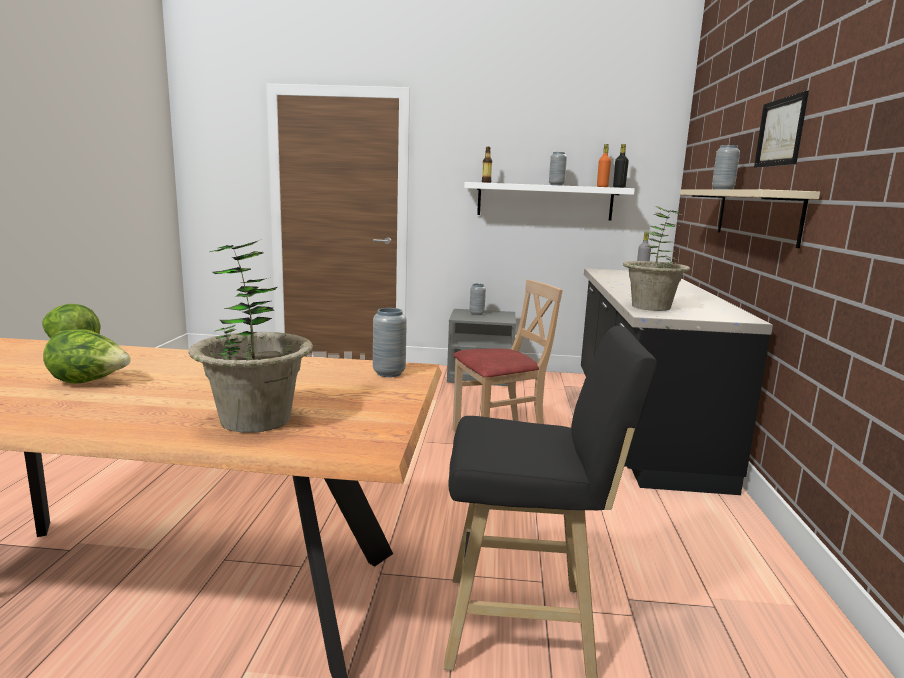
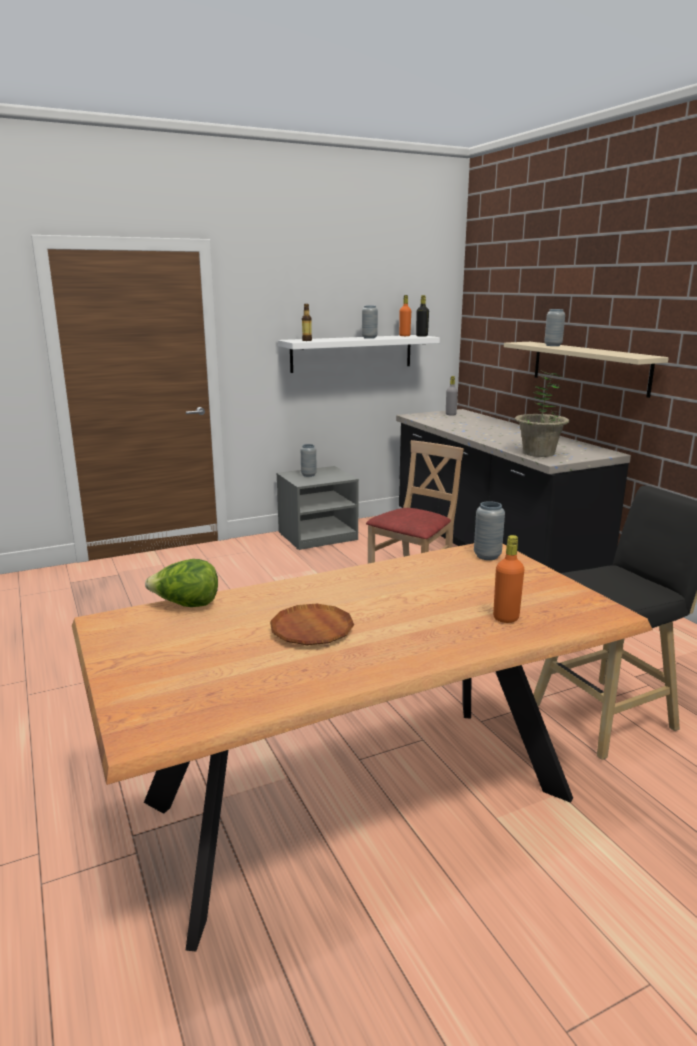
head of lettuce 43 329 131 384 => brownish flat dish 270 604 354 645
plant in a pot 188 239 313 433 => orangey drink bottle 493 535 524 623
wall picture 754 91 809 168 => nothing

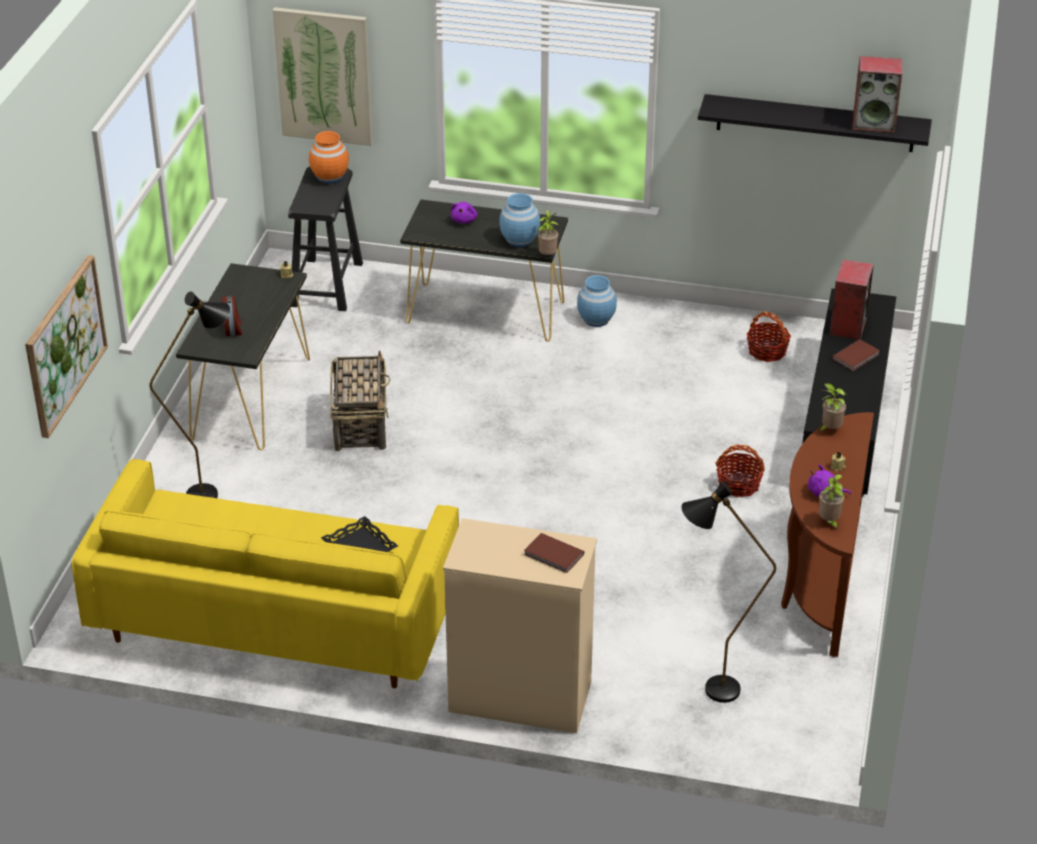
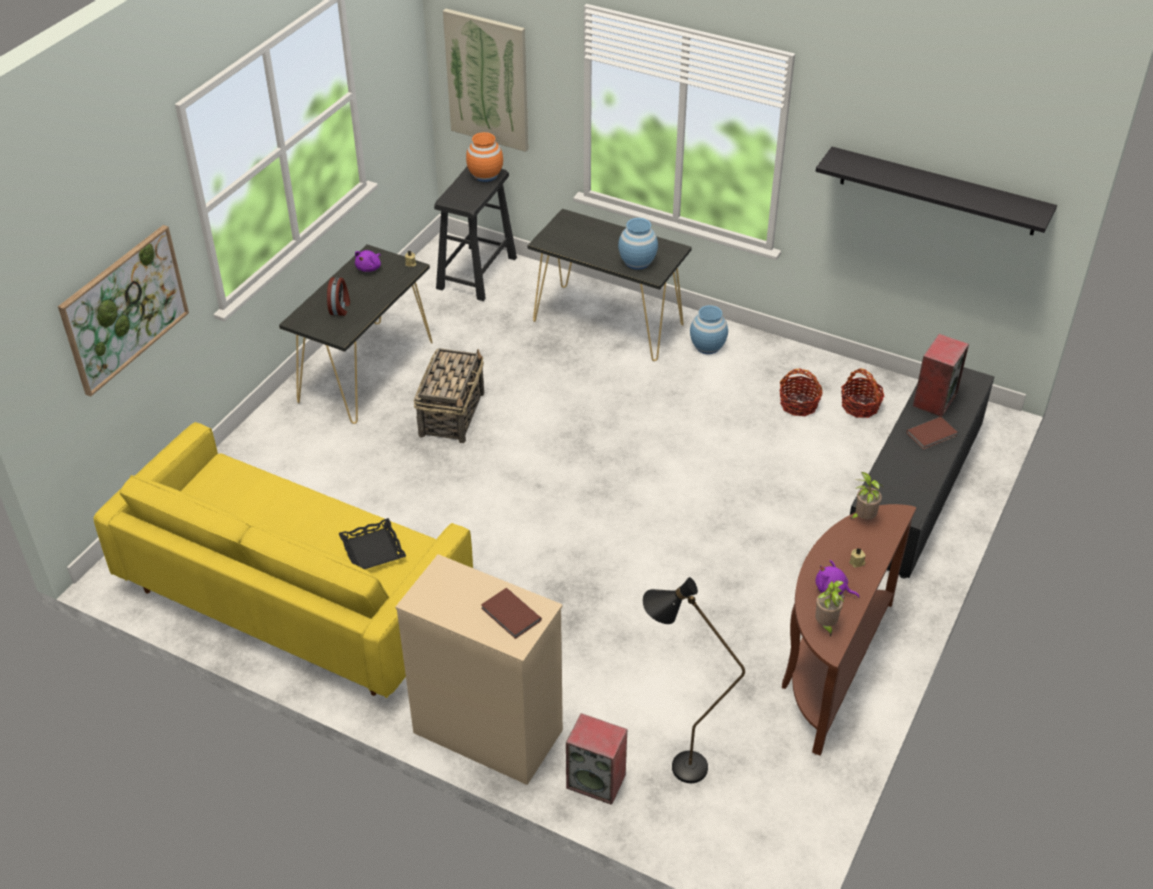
purplish cuddly toy 451 202 477 224 => purplish cuddly toy 355 250 381 272, move
loudspeaker 853 56 902 133 => loudspeaker 566 713 627 805, move
basket 716 445 765 497 => basket 779 368 822 416, move
black-coloured floor lamp 149 291 230 498 => nothing
plant in a pot 538 210 559 255 => nothing

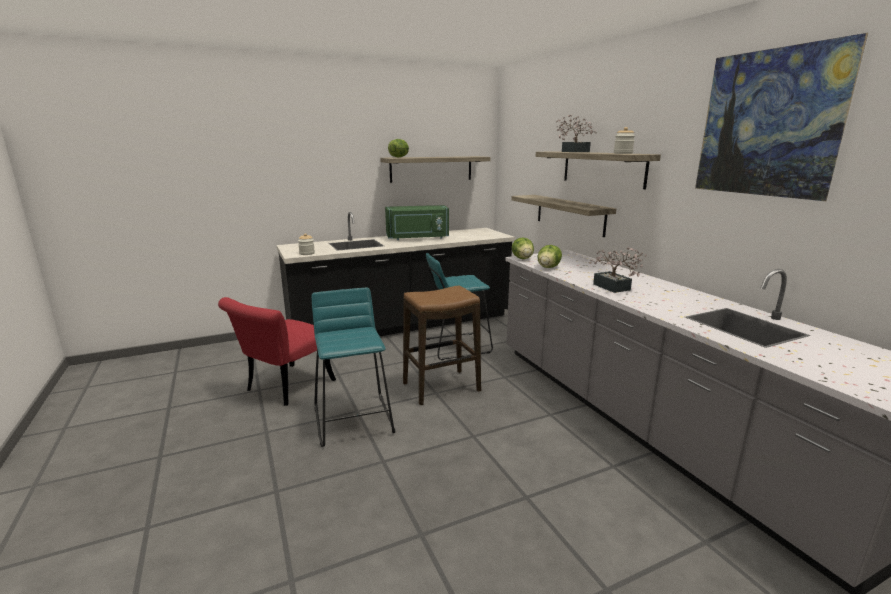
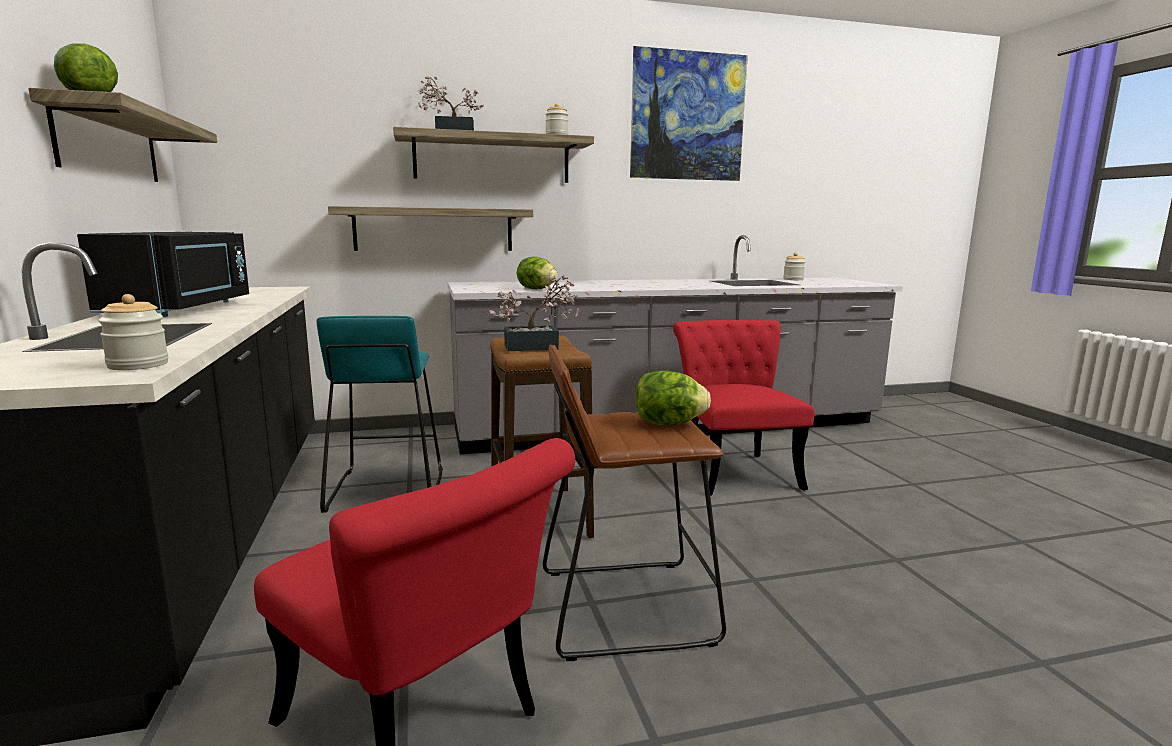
greenish microwave 385 205 449 240 => black-coloured microwave 77 232 249 317
plant in a pot 589 247 647 293 => plant in a pot 489 275 580 351, move
turquoise-coloured stool 312 288 395 447 => brownish stool 543 344 726 661
head of lettuce 512 237 534 259 => head of lettuce 636 371 711 425, move
nothing => red plain chair 673 320 814 495
nothing => jar 783 252 805 280

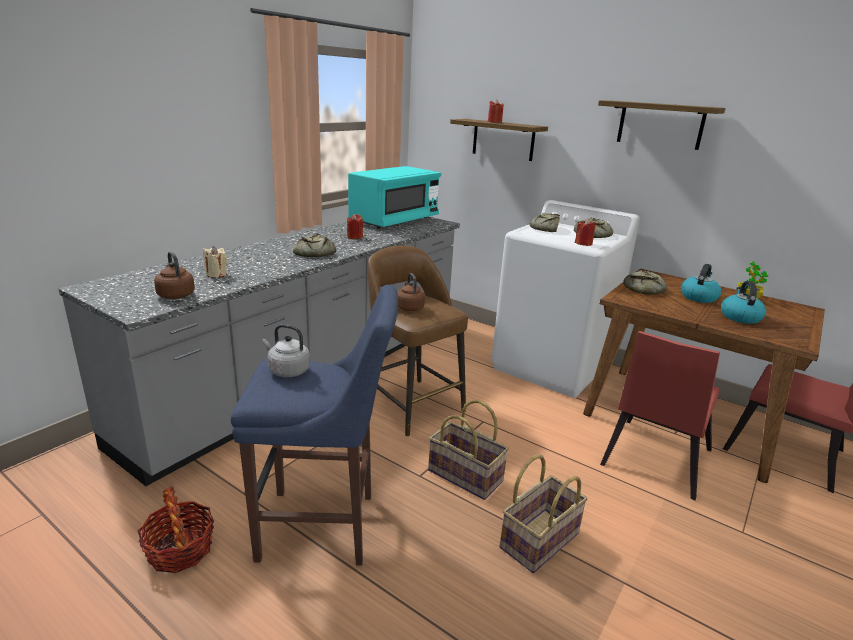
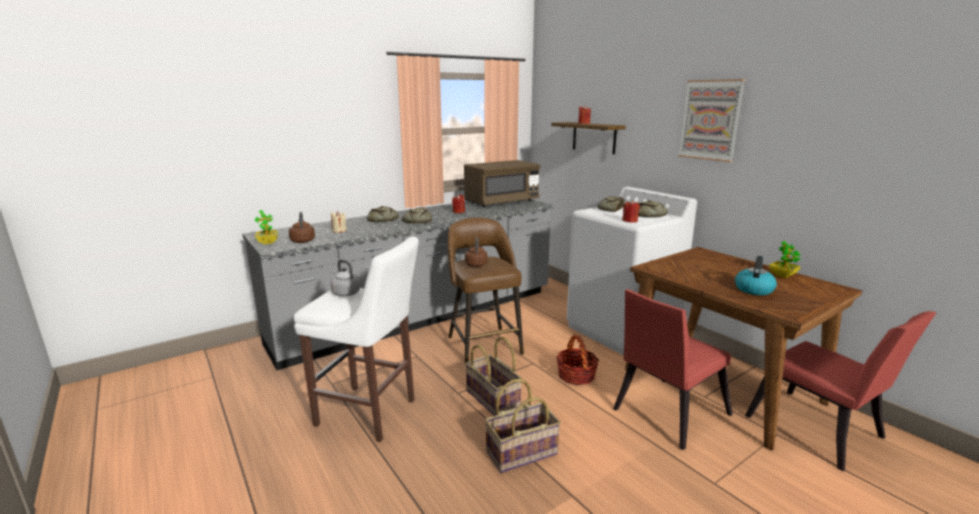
nothing => plant in a pot 255 210 278 244
blue stool 231 285 398 566 => white stool 294 236 419 442
bread 623 270 667 294 => bread 367 206 399 222, move
turquoise-coloured microwave 348 166 441 229 => brownish microwave 464 160 541 207
basket 138 486 214 573 => basket 556 335 599 385, move
shelf 598 100 726 150 => wall picture 678 79 745 162
kettle 681 264 721 303 => nothing

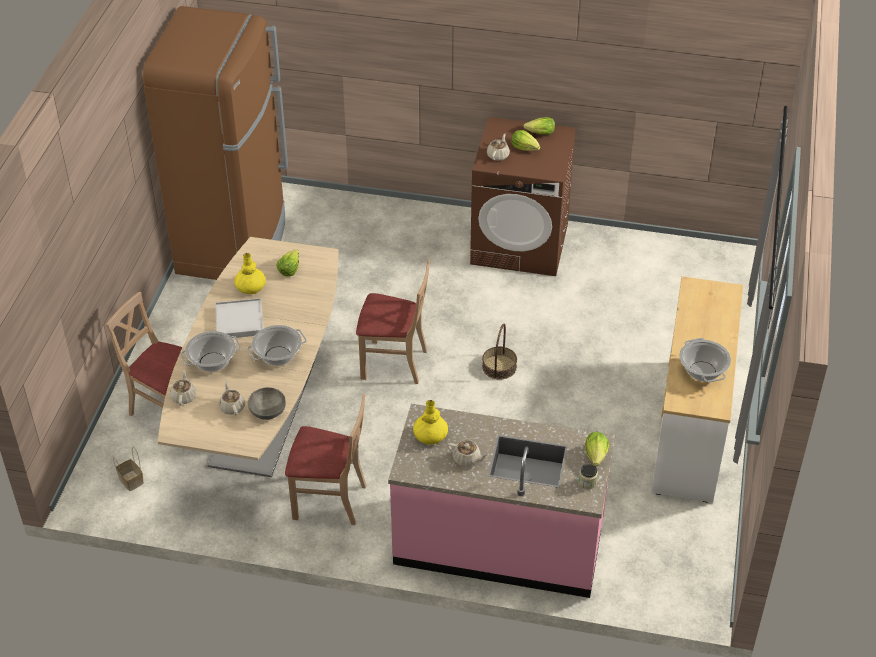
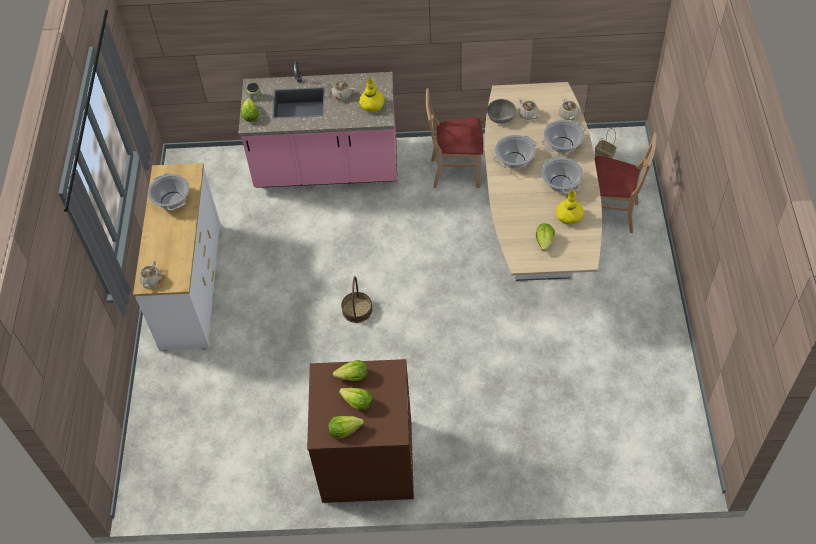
beige-coloured tea pot 487 133 510 161 => beige-coloured tea pot 139 260 162 289, move
nothing => head of lettuce 333 360 367 381
white carrying tray 215 298 264 338 => stockpot 541 156 583 194
brownish kitchen fridge 143 6 288 280 => nothing
beige-coloured plain chair 356 259 430 384 => nothing

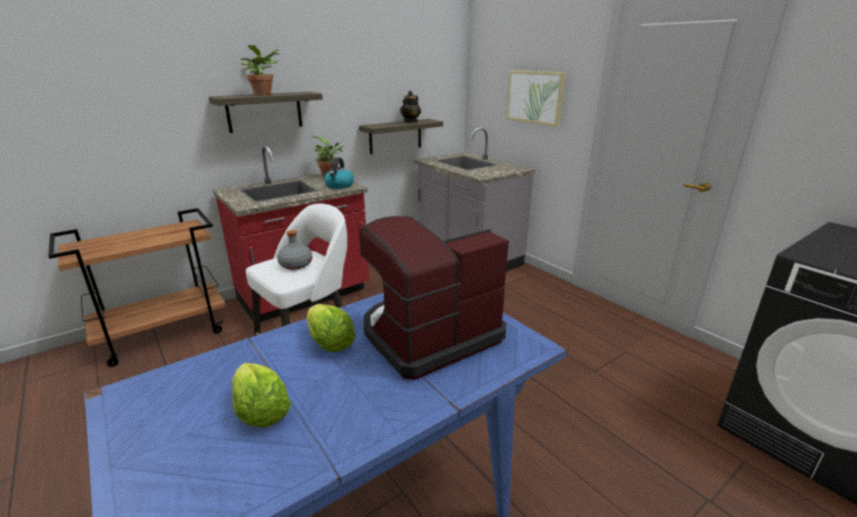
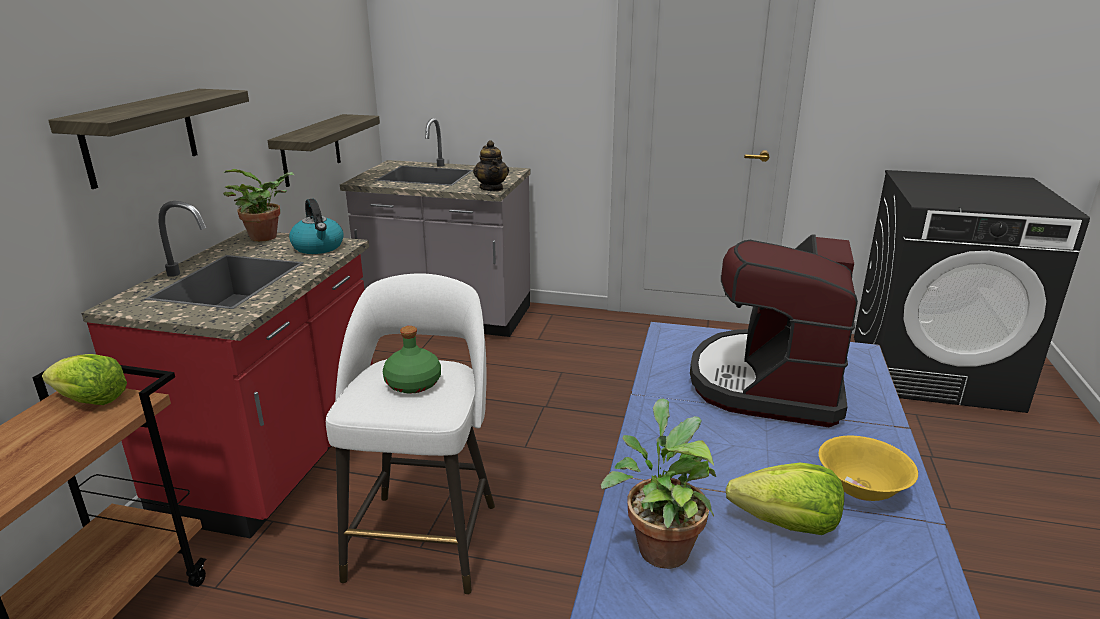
head of lettuce 307 304 356 352 => head of lettuce 42 354 127 405, move
greyish drink bottle 277 230 312 270 => greenish drink bottle 383 326 441 393
tea pot 400 90 421 123 => tea pot 473 140 509 191, move
plant in a pot 240 45 280 96 => plant in a pot 601 398 716 569, move
nothing => yellow bowl 819 436 918 501
wall picture 506 70 566 127 => nothing

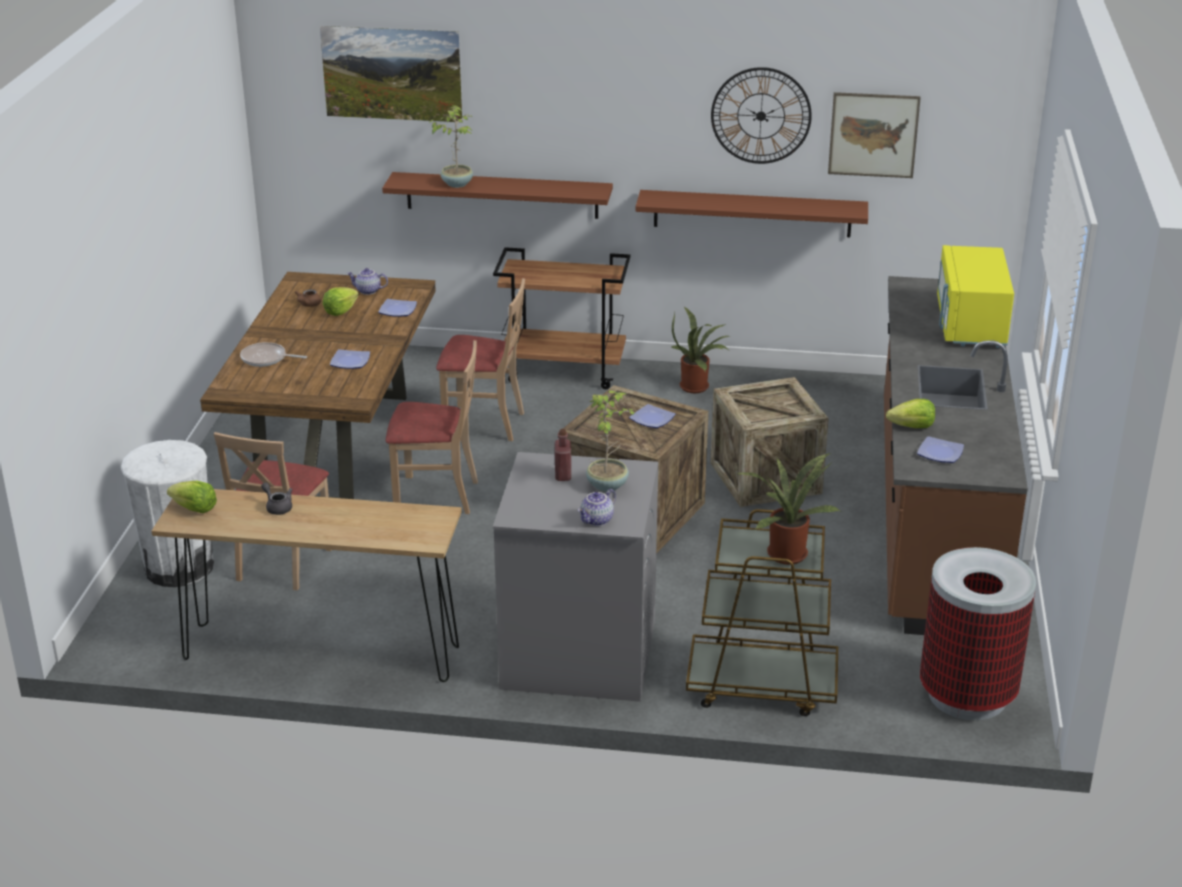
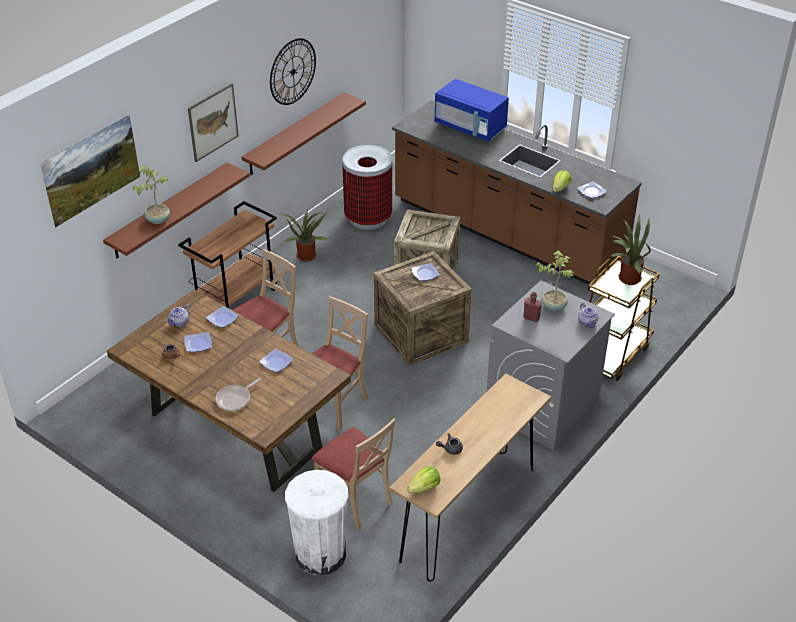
head of lettuce 323 287 359 316 => flat dish 184 332 212 352
wall picture 828 92 921 178 => wall picture 188 83 239 162, move
rubbish bin 920 547 1036 720 => rubbish bin 342 145 392 230, move
yellow microwave 937 245 1014 348 => blue microwave 435 79 509 141

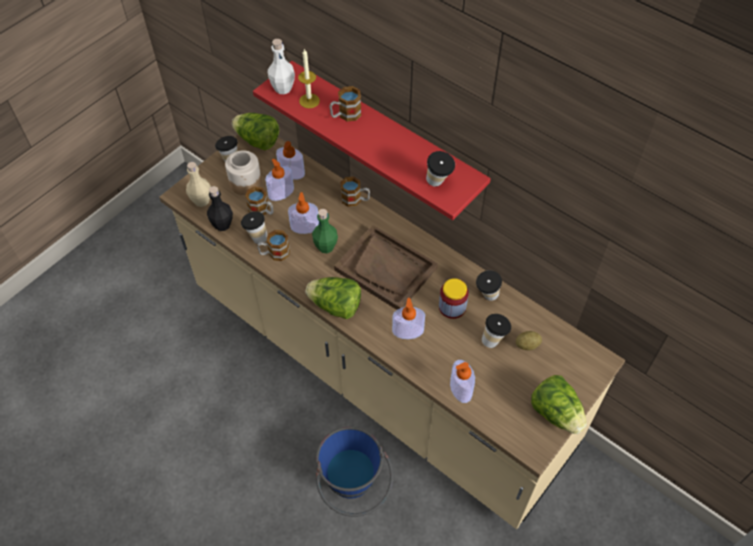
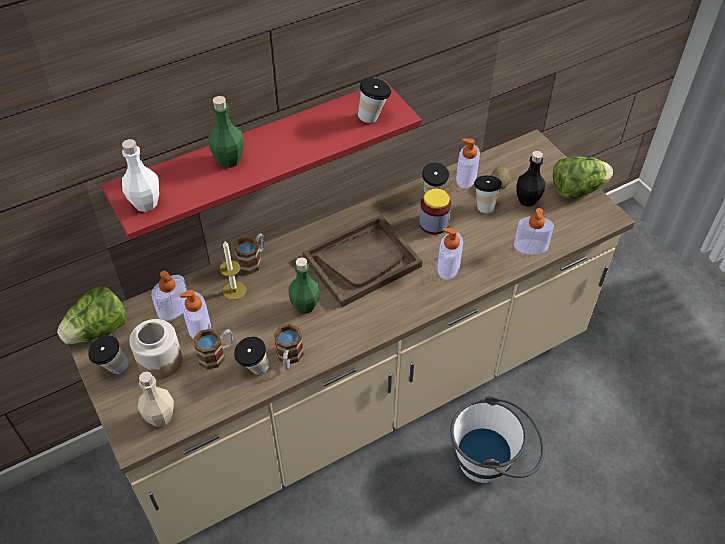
coffee mug 329 86 362 122 => greenish drink bottle 209 96 244 168
wax light 298 48 320 108 => wax light 220 241 246 300, move
blue bucket 315 427 393 517 => white bucket 450 395 545 483
soap bottle 288 192 319 234 => soap bottle 456 138 480 189, move
black-coloured drink bottle 207 186 233 231 => black-coloured drink bottle 516 151 545 207, move
head of lettuce 306 277 361 319 => nothing

